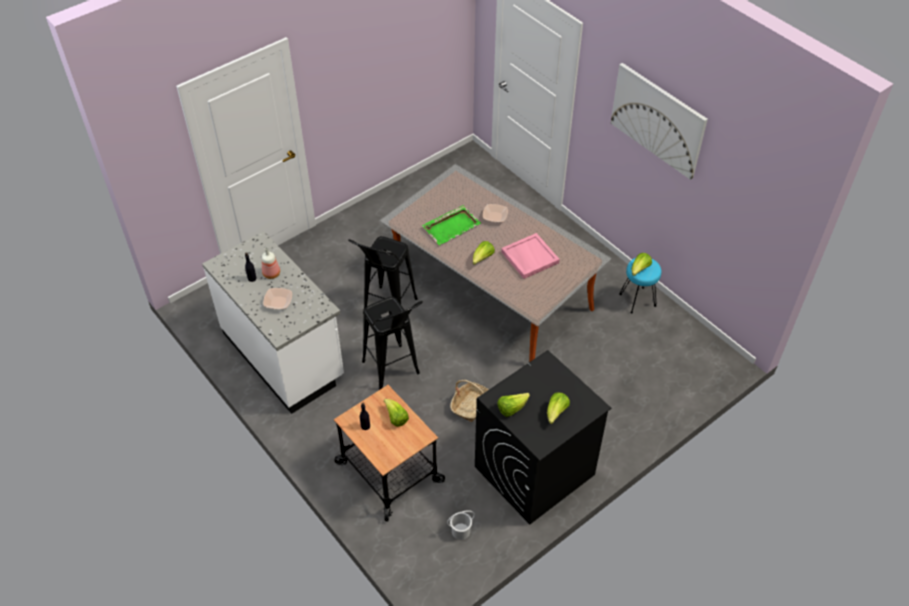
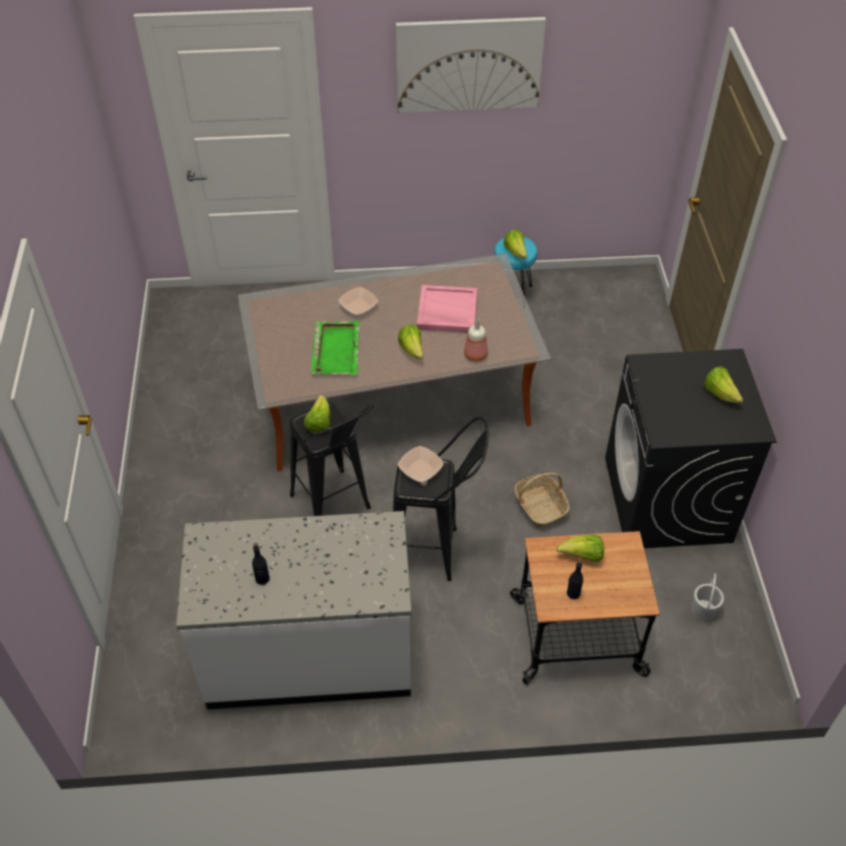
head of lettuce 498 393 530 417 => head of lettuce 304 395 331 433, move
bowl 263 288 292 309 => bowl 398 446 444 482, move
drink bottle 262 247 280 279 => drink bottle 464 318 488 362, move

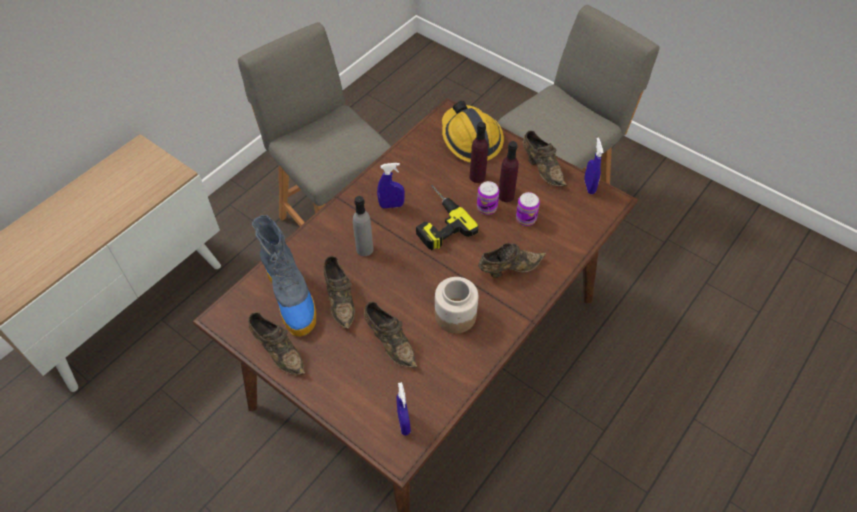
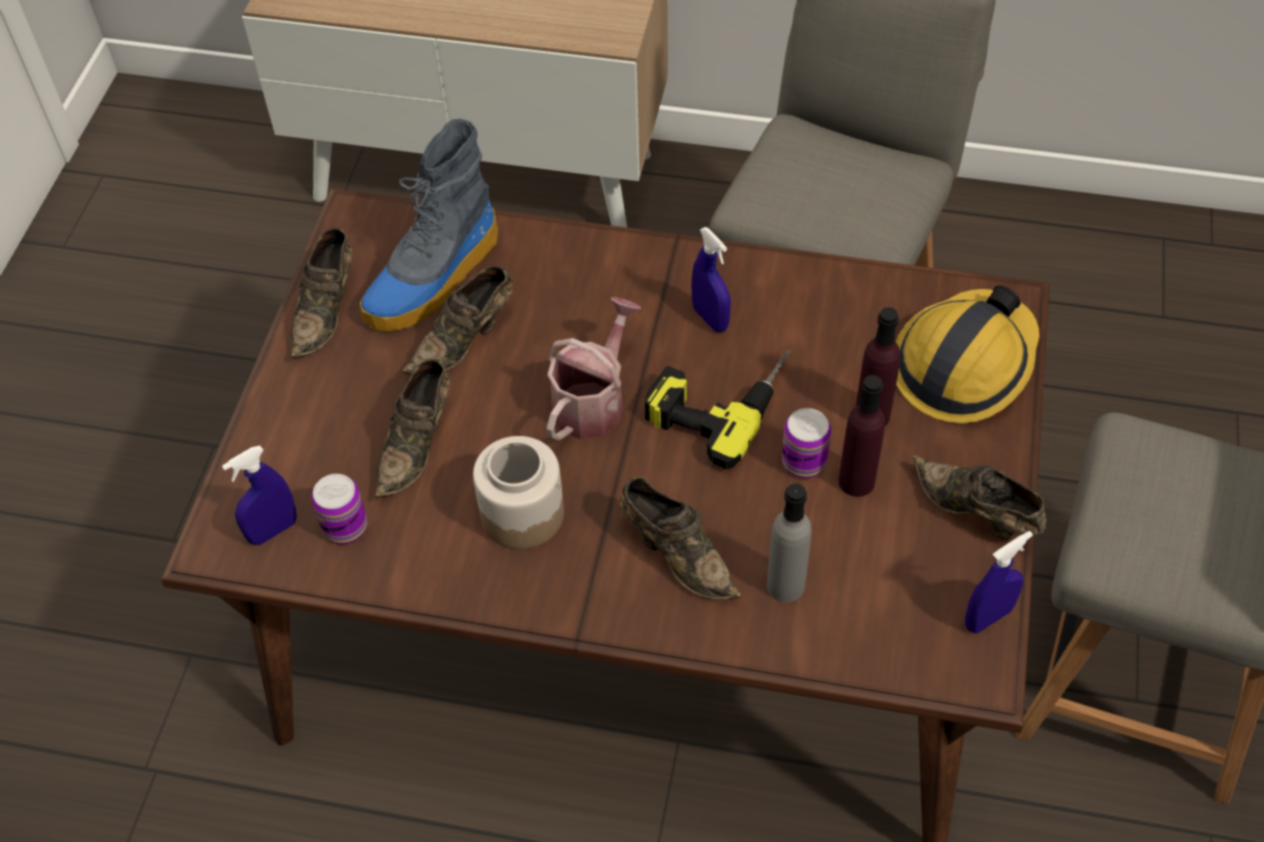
sealed can 516 192 540 226 => sealed can 311 474 367 545, move
nothing => watering can 547 297 641 441
greyish drink bottle 353 196 374 256 => greyish drink bottle 767 483 812 602, move
brownish item of footwear 522 130 567 187 => brownish item of footwear 913 455 1047 539, 105 degrees clockwise

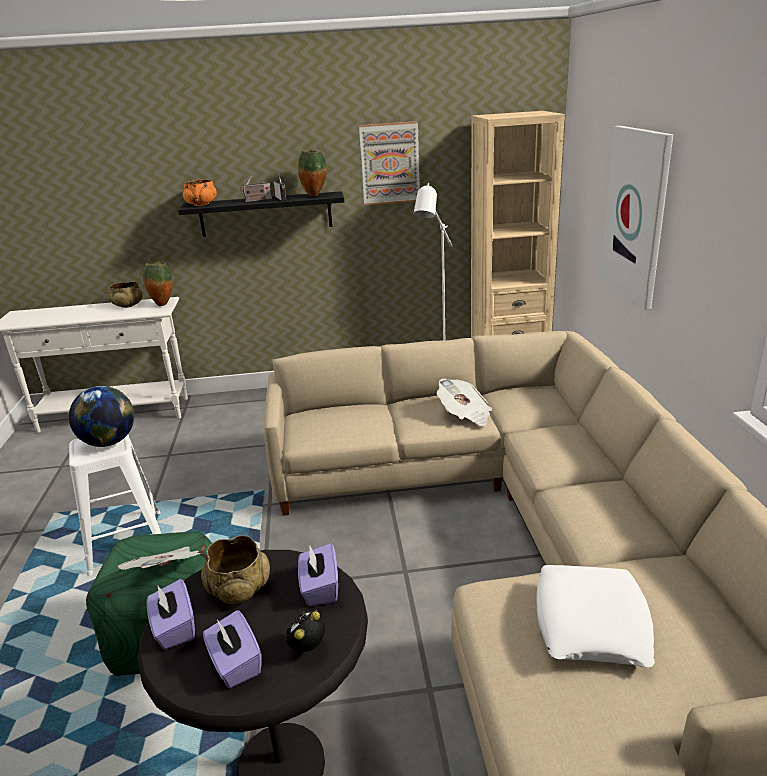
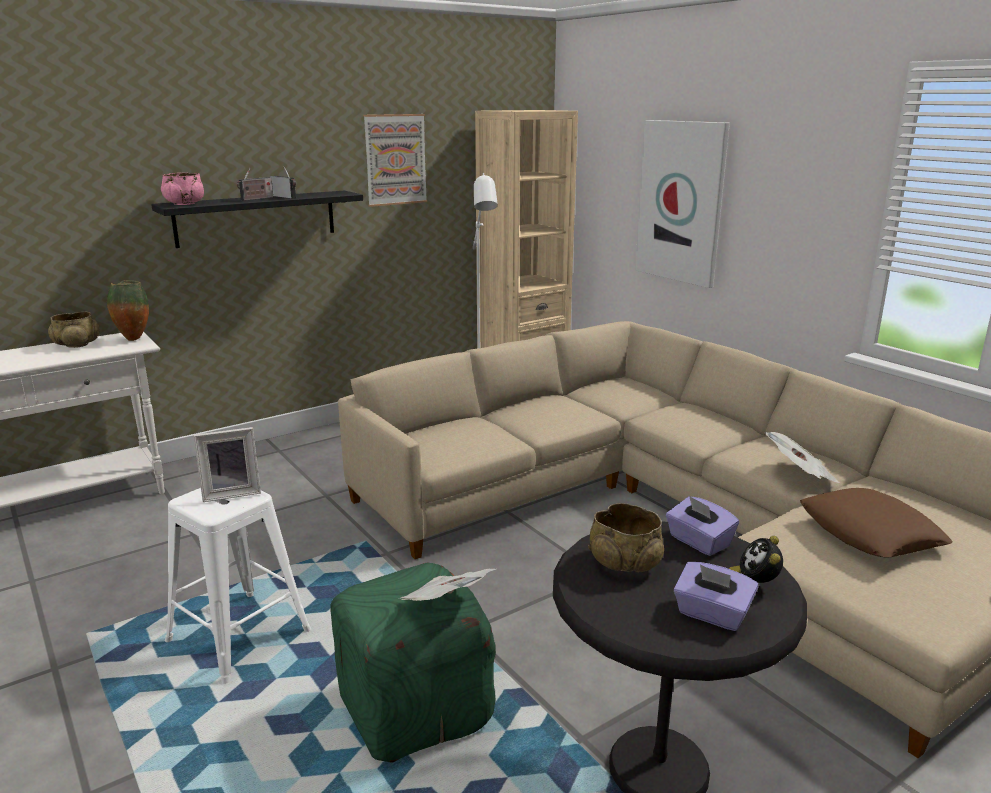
orangey bowl 183 179 217 206 => pink-coloured bowl 161 173 204 205
world globe 69 386 134 447 => standing frame 193 427 261 502
newspaper 436 378 492 426 => newspaper 764 432 840 483, move
white cushion 536 565 655 668 => brownish cushion 800 488 953 557
purplish tissue holder 146 579 195 649 => nothing
flower vase 298 149 327 197 => nothing

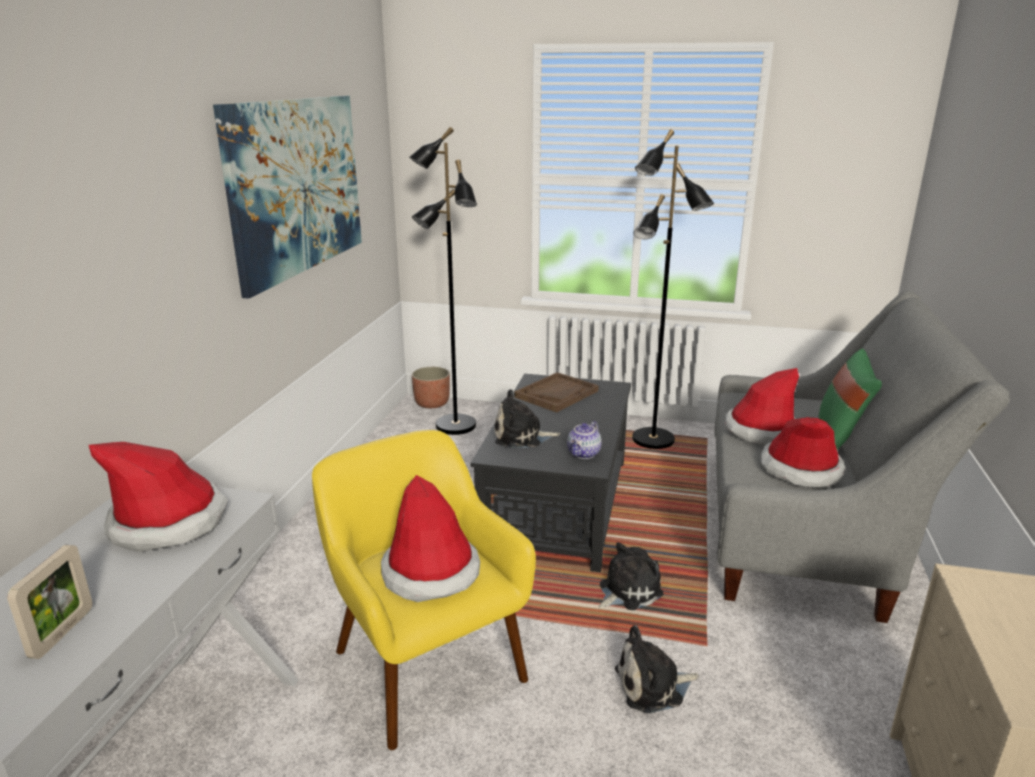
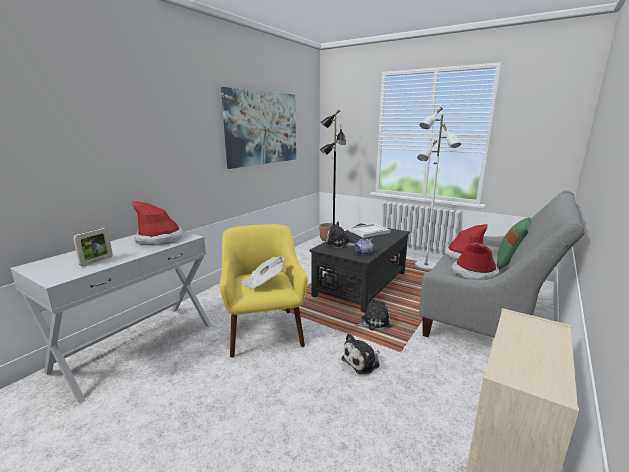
wearable hat 381 475 480 602 => newspaper 241 257 285 290
cuddly toy 615 625 699 713 => cuddly toy 341 333 380 375, 45 degrees counterclockwise
brownish carrying tray 515 372 599 413 => white carrying tray 348 223 390 238
black-coloured floor lamp 632 129 714 449 => white floor lamp 415 107 461 270

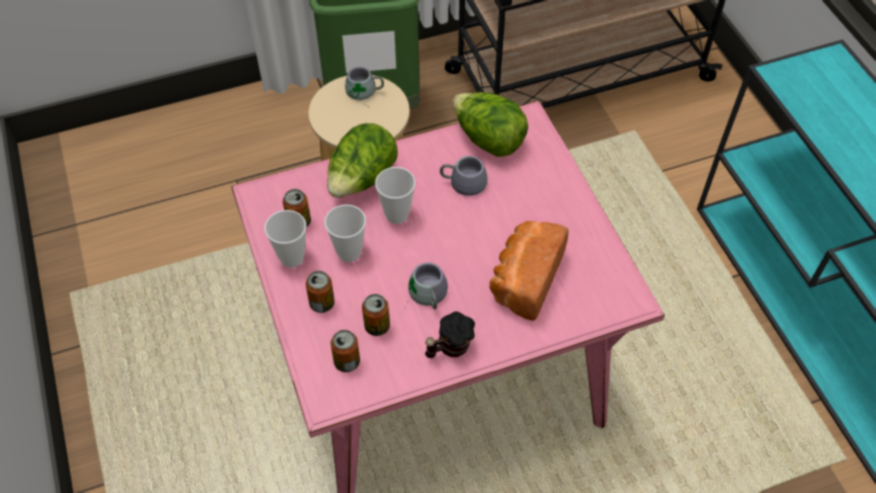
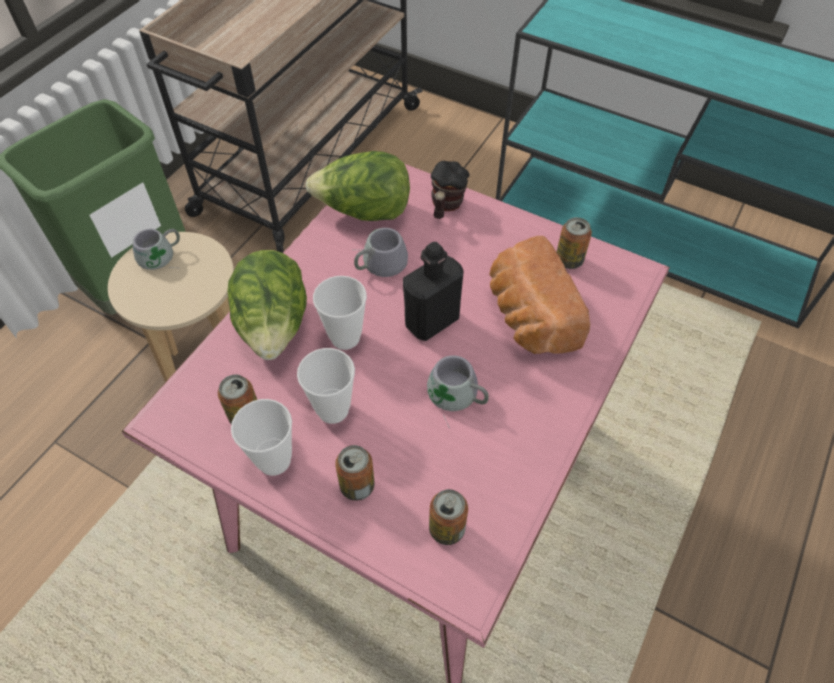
nothing => black-coloured drink bottle 403 242 464 341
coffee mug 425 311 475 358 => coffee mug 431 161 469 219, move
sealed can 362 294 390 336 => sealed can 557 217 592 269, move

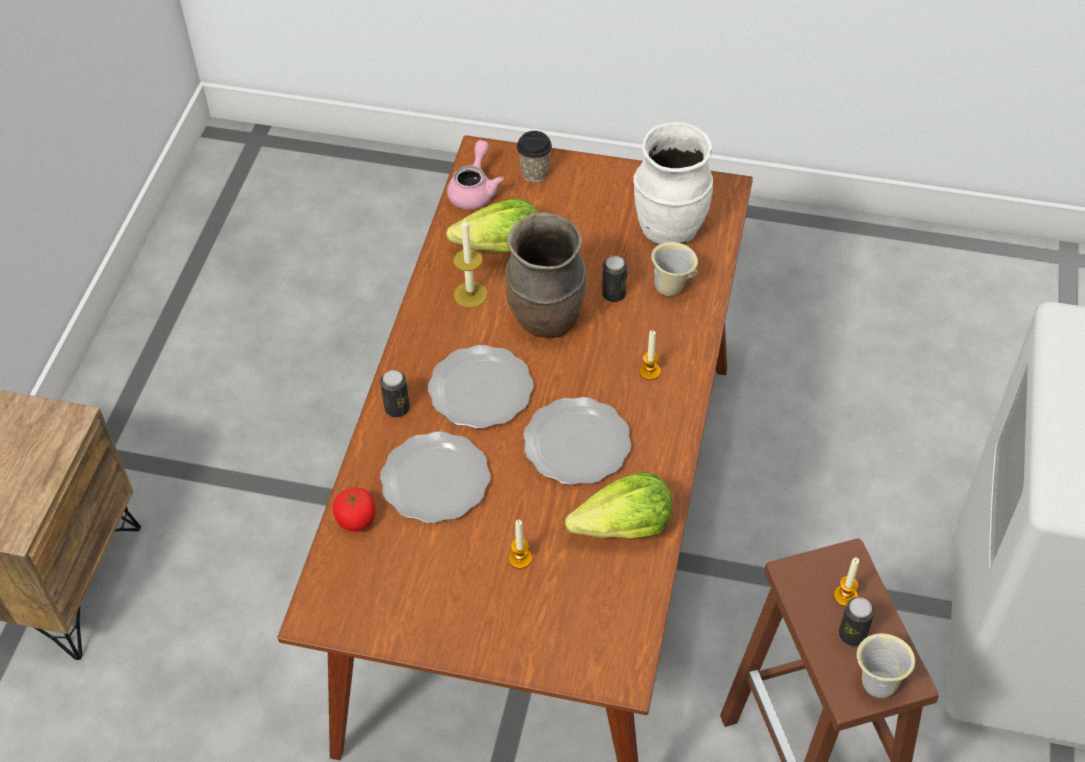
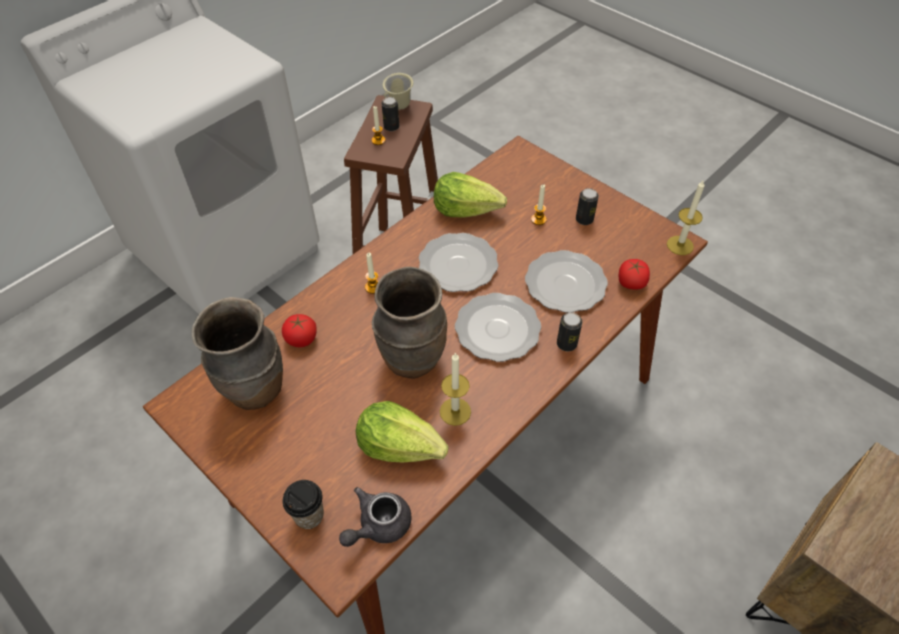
white flower vase 633 122 713 245 => brownish flower vase 192 297 283 410
beige-coloured coffee mug 651 242 698 296 => tomato 282 314 317 347
pink-coloured tea pot 447 140 504 210 => greyish tea pot 339 487 411 547
sealed can 602 256 627 302 => sealed can 576 188 599 225, move
nothing => wax light 667 179 705 255

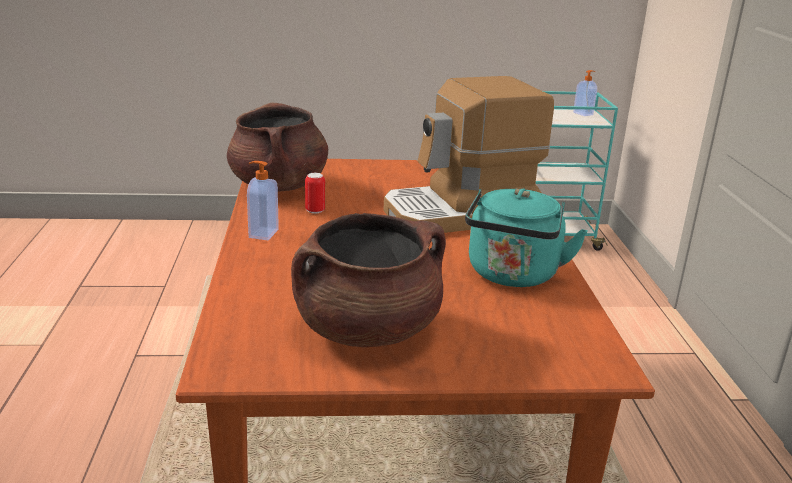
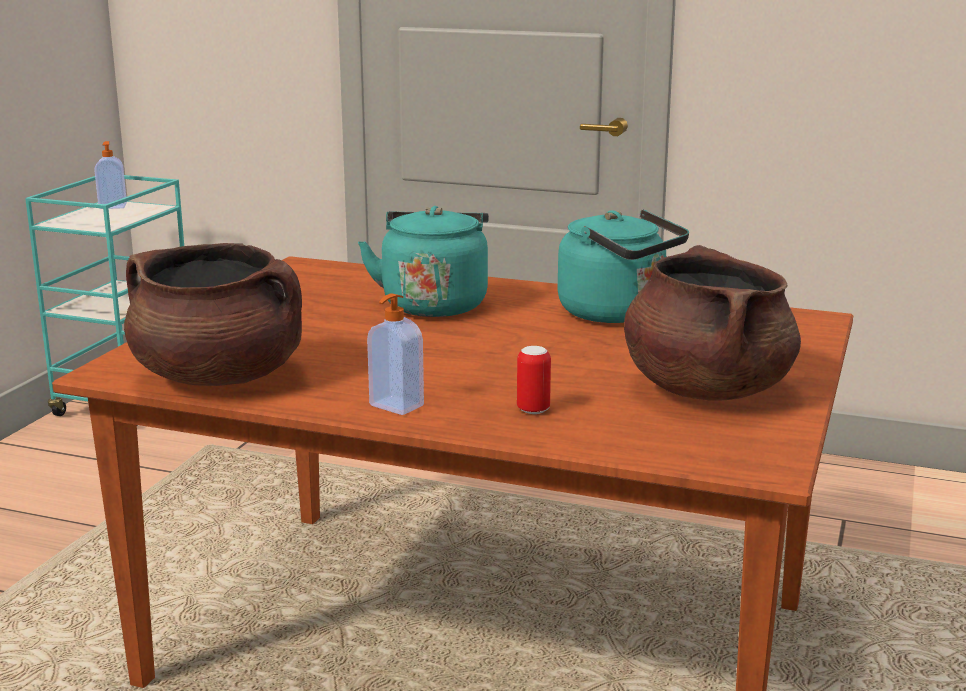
coffee brewer 383 76 554 233 => turquoise-coloured kettle 358 206 489 317
sealed can 305 173 325 214 => sealed can 517 346 551 414, move

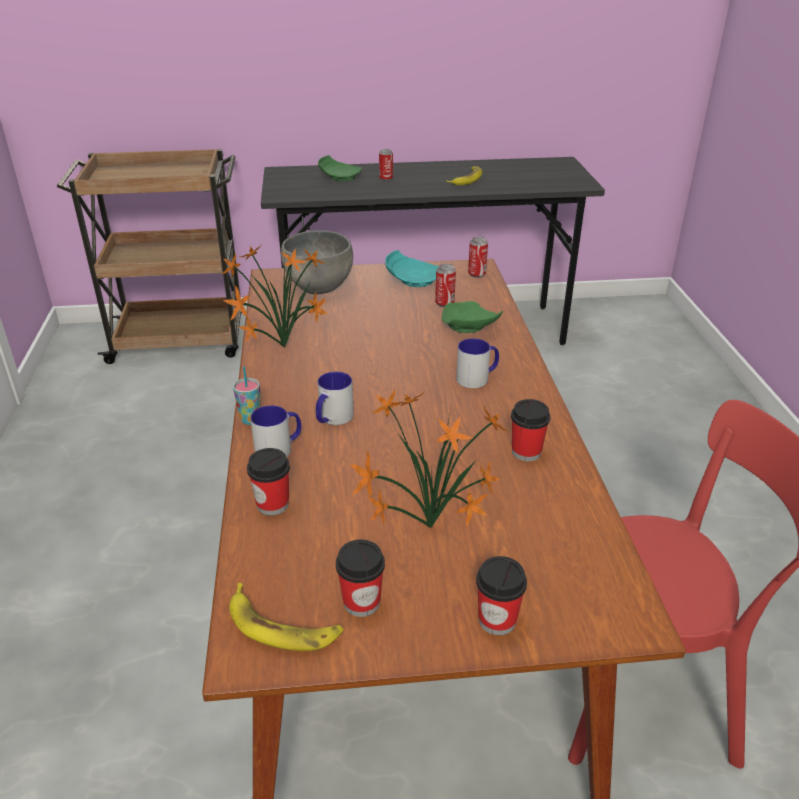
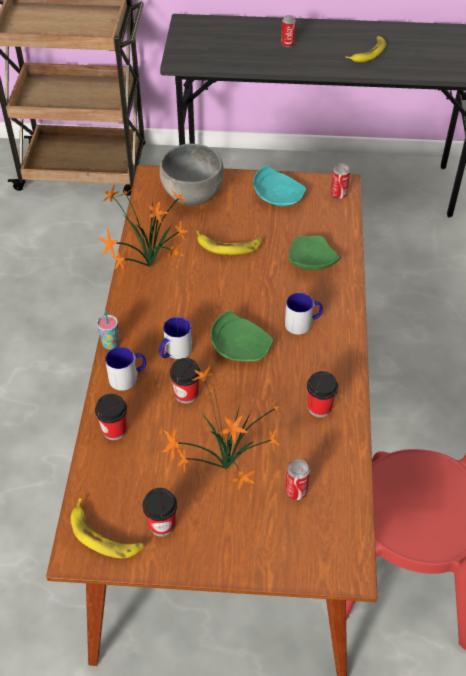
small cup 476 556 527 635 => small cup 170 358 200 404, move
nothing => banana 196 231 262 255
greenish flat dish 318 155 362 181 => greenish flat dish 211 310 273 361, move
sealed can 435 264 456 307 => sealed can 285 459 310 500, move

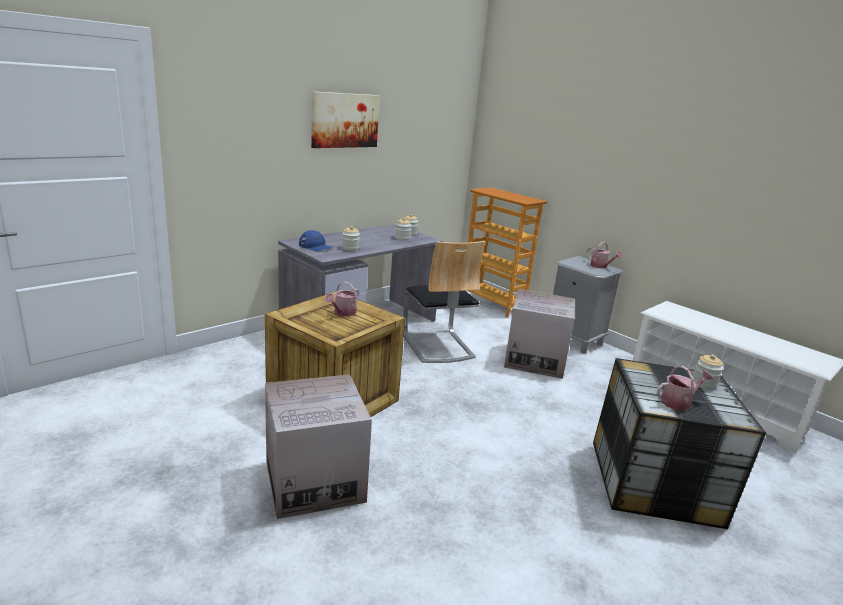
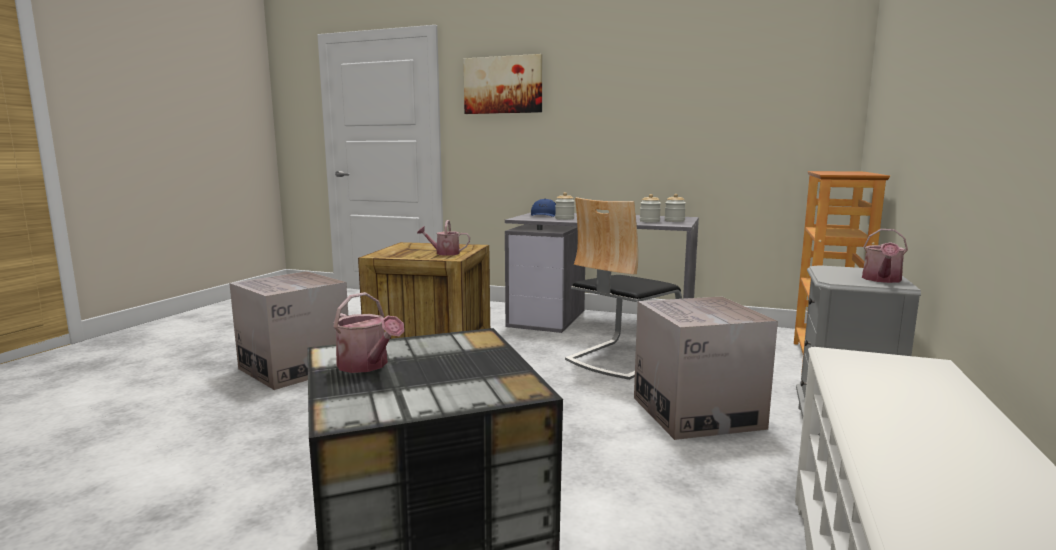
wall picture 311 91 380 148 => wall picture 463 54 542 114, move
jar 693 354 723 390 => nothing

